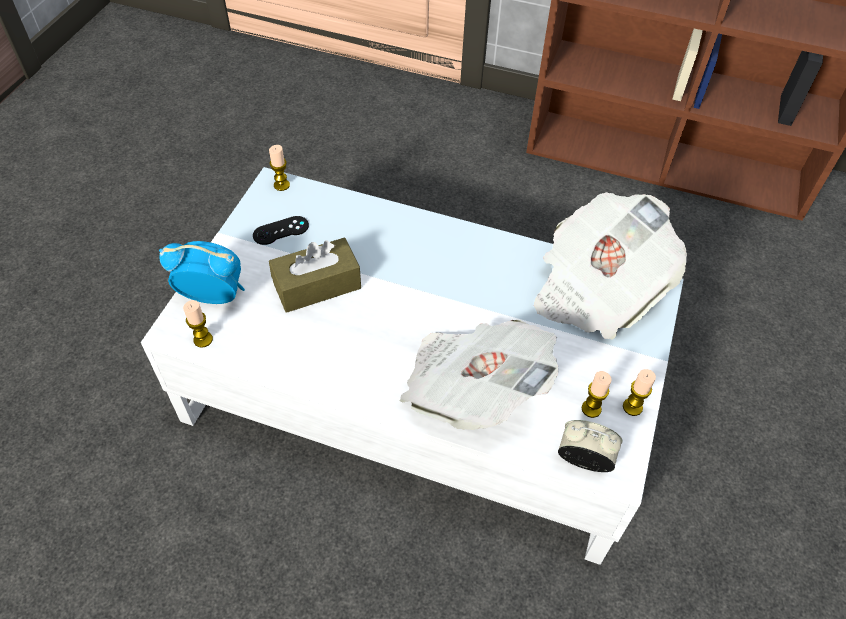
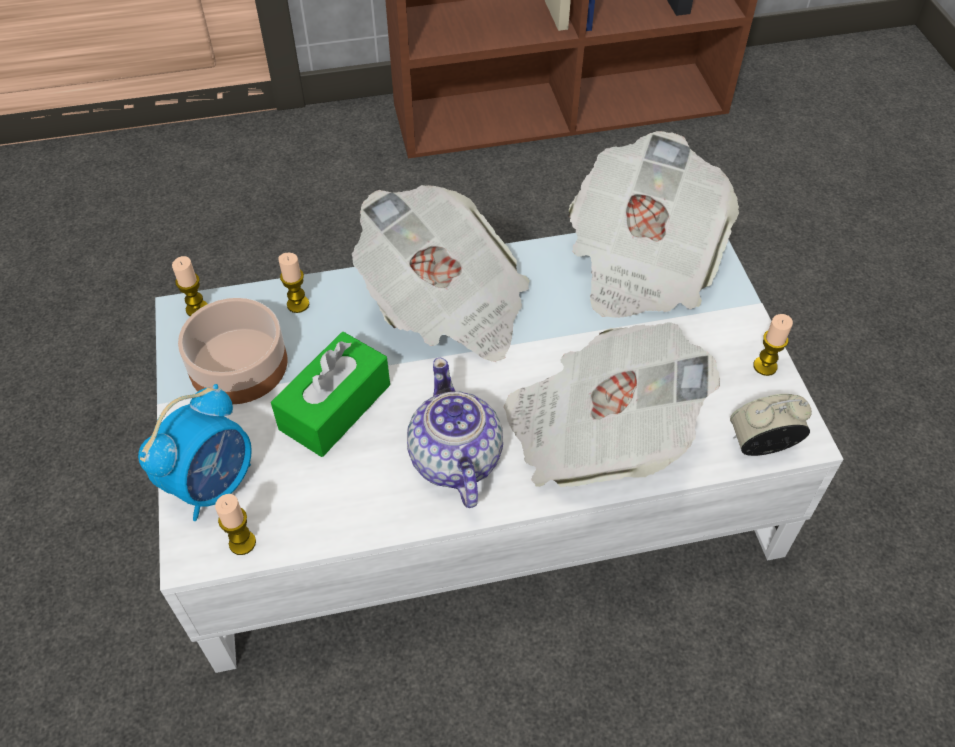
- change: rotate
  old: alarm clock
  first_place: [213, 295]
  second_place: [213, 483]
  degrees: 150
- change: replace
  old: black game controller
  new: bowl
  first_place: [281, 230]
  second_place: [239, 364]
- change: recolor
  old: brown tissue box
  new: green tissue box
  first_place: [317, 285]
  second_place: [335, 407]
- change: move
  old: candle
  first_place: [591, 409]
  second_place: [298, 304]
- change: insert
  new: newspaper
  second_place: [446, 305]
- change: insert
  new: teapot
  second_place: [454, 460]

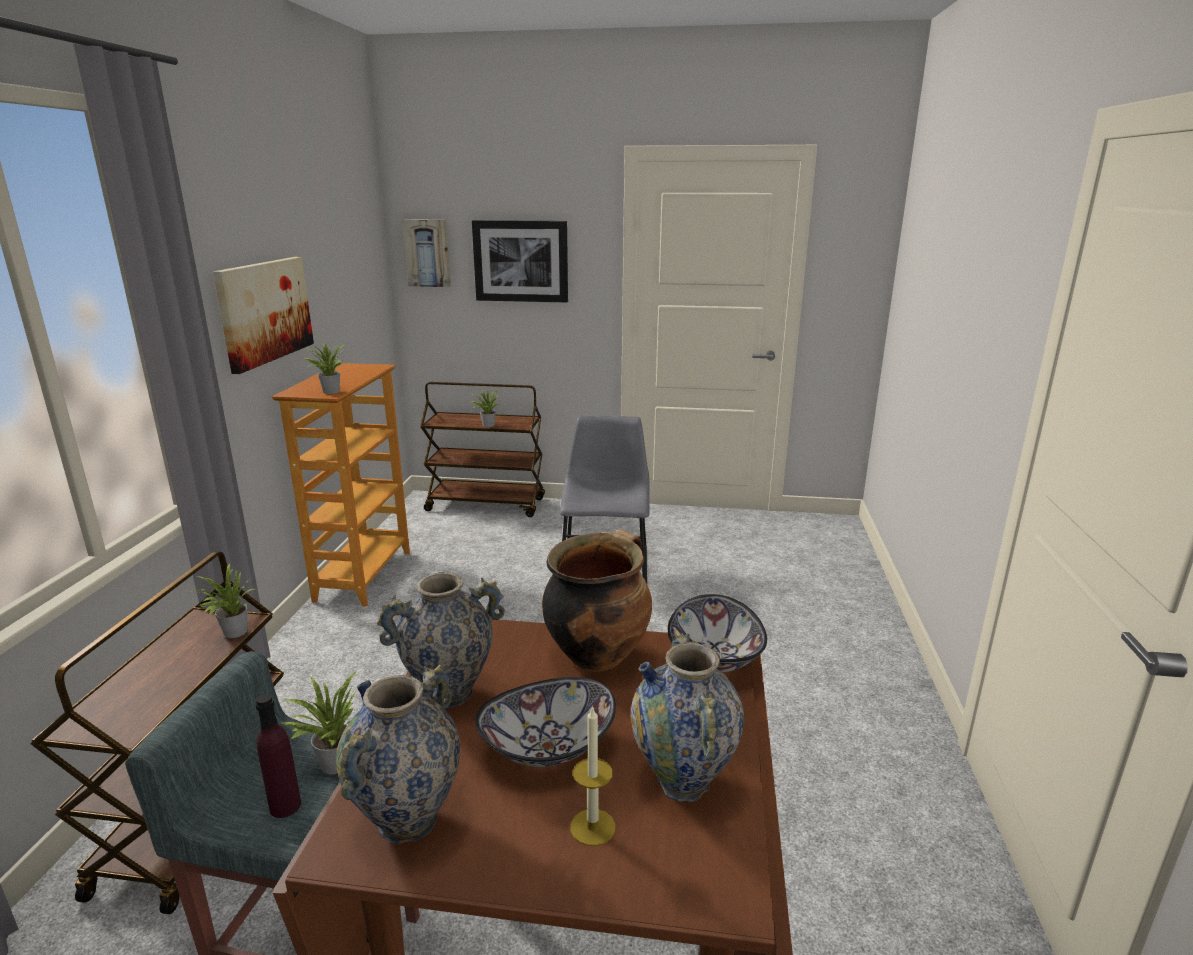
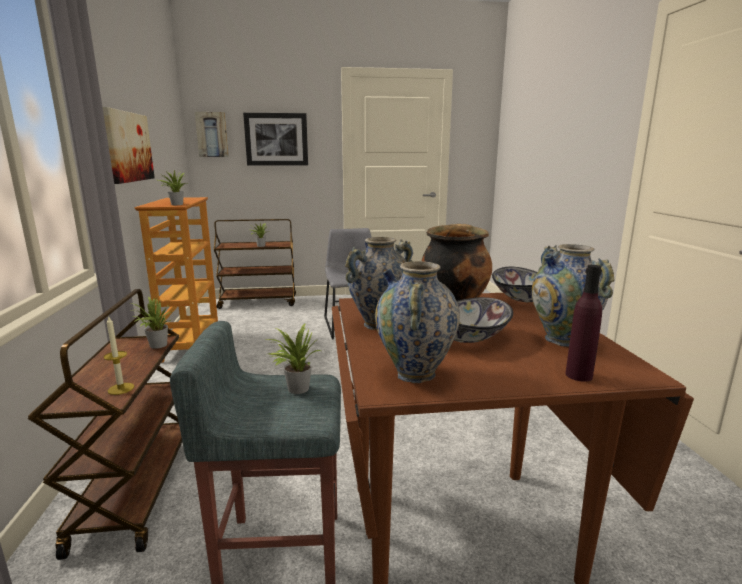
- change: move
  old: candle
  first_place: [592, 827]
  second_place: [121, 388]
- change: move
  old: purple bottle
  first_place: [285, 806]
  second_place: [579, 375]

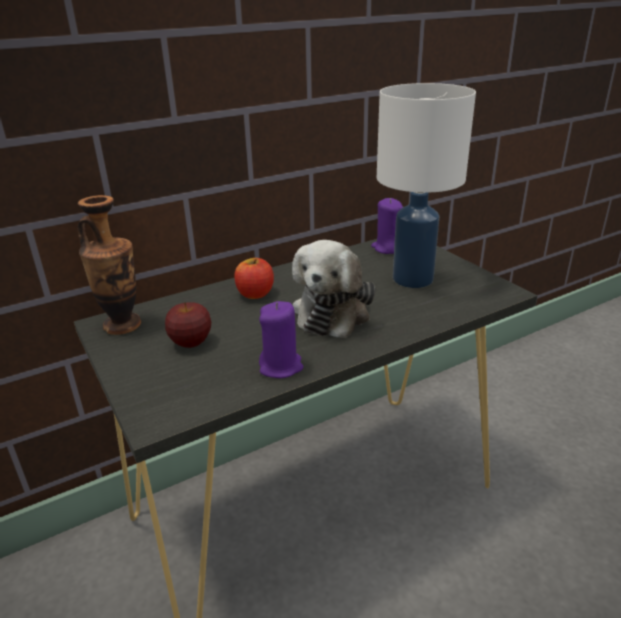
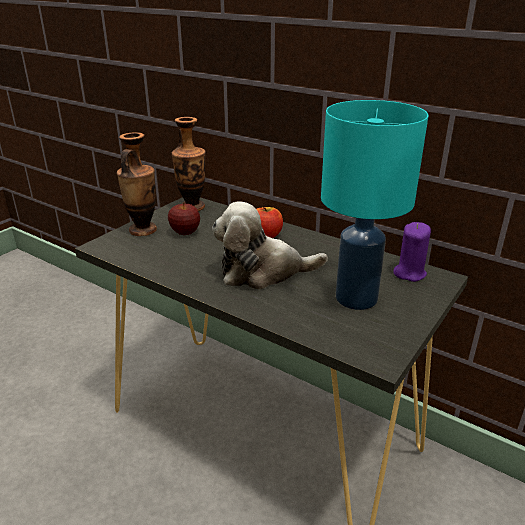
- change: insert
  new: vase
  second_place: [143, 230]
- change: recolor
  old: white table lamp
  new: turquoise table lamp
  first_place: [412, 278]
  second_place: [357, 297]
- change: delete
  old: purple candle
  first_place: [281, 366]

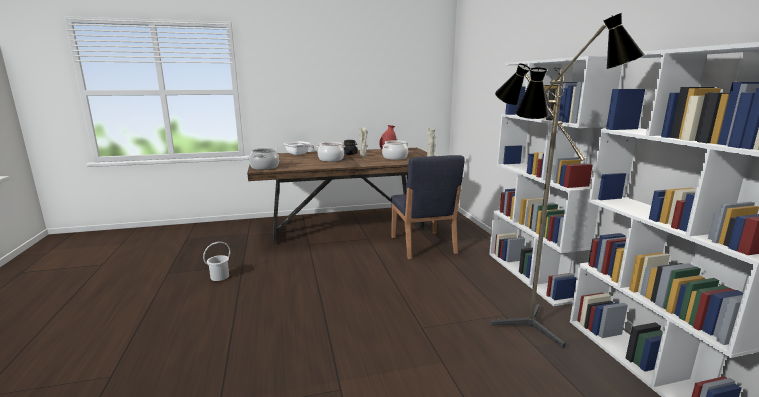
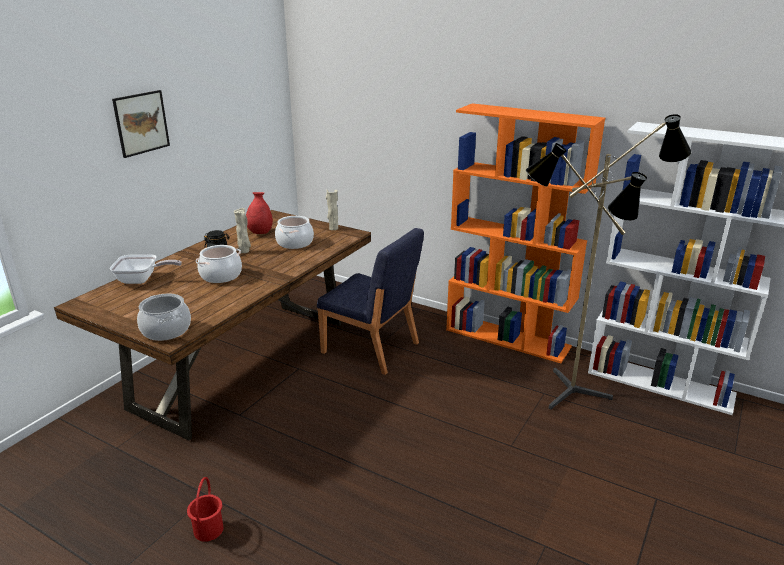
- change: insert
  new: picture
  second_place: [141, 123]
- change: recolor
  old: white bucket
  new: red bucket
  first_place: [220, 276]
  second_place: [209, 529]
- change: recolor
  old: white bookcase
  new: orange bookcase
  first_place: [531, 275]
  second_place: [508, 338]

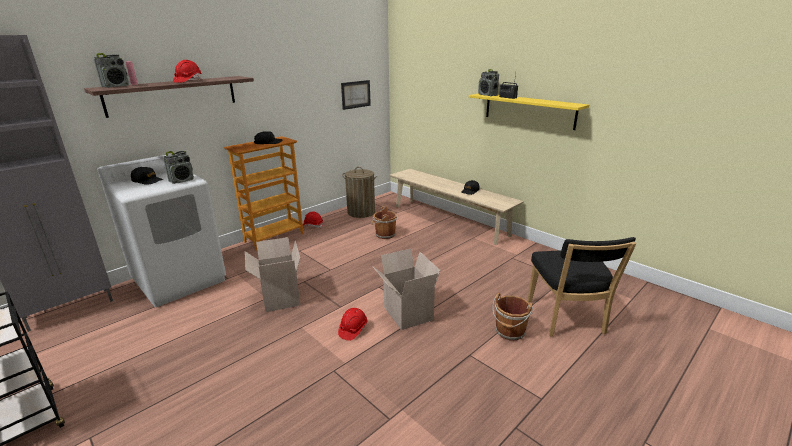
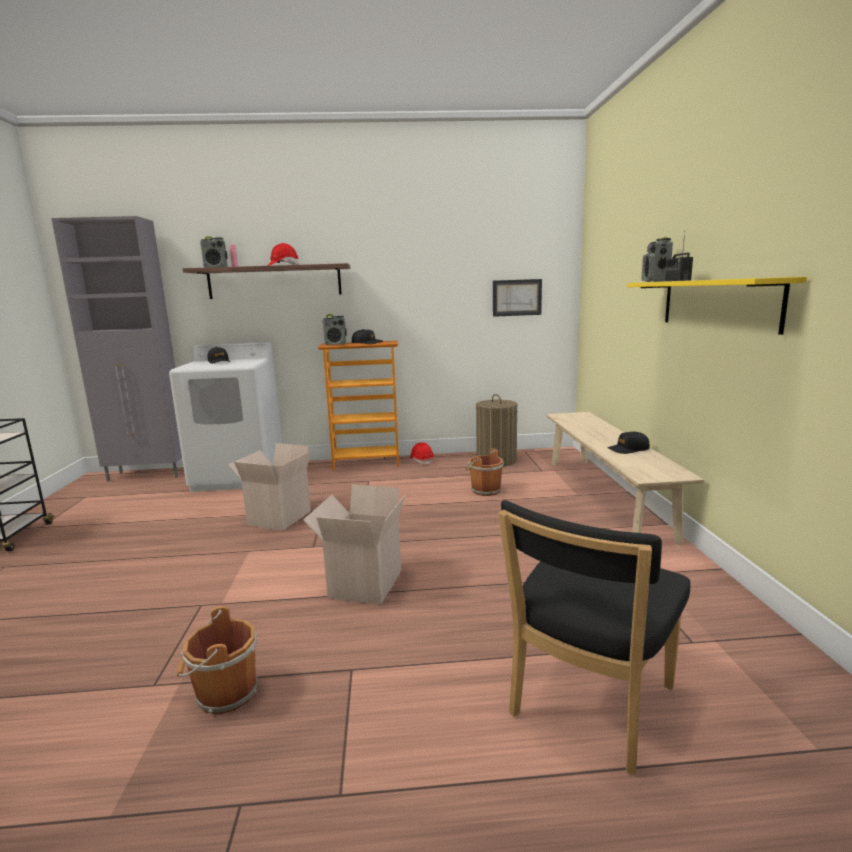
- change: move
  old: brown bucket
  first_place: [509, 332]
  second_place: [224, 694]
- change: move
  old: radio
  first_place: [182, 180]
  second_place: [335, 344]
- change: delete
  old: red hard hat
  first_place: [353, 329]

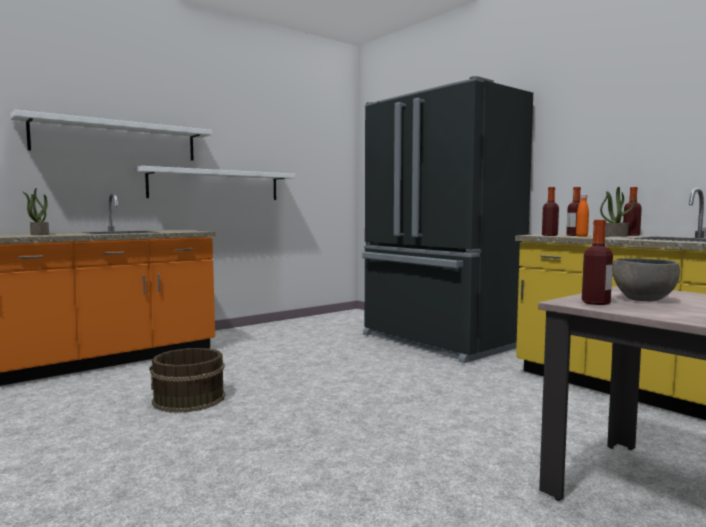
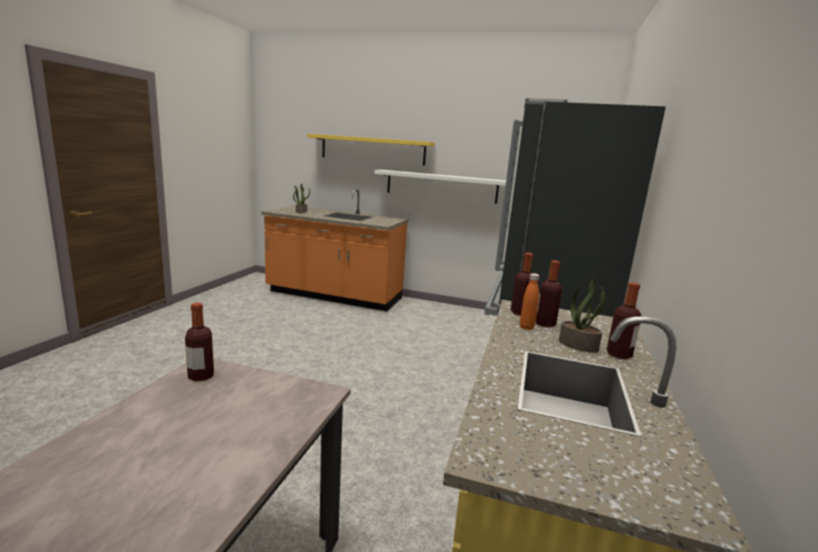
- change: recolor
  old: white shelf
  new: yellow shelf
  first_place: [117, 140]
  second_place: [372, 149]
- change: delete
  old: brown bucket
  first_place: [189, 399]
- change: delete
  old: grey bowl
  first_place: [643, 299]

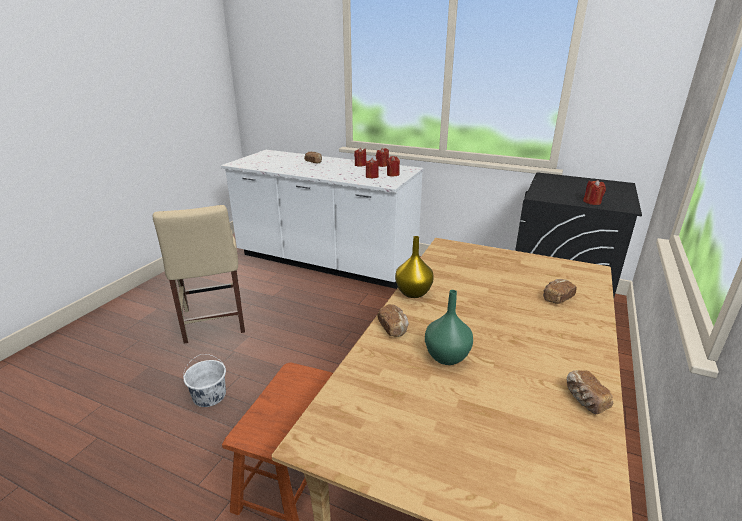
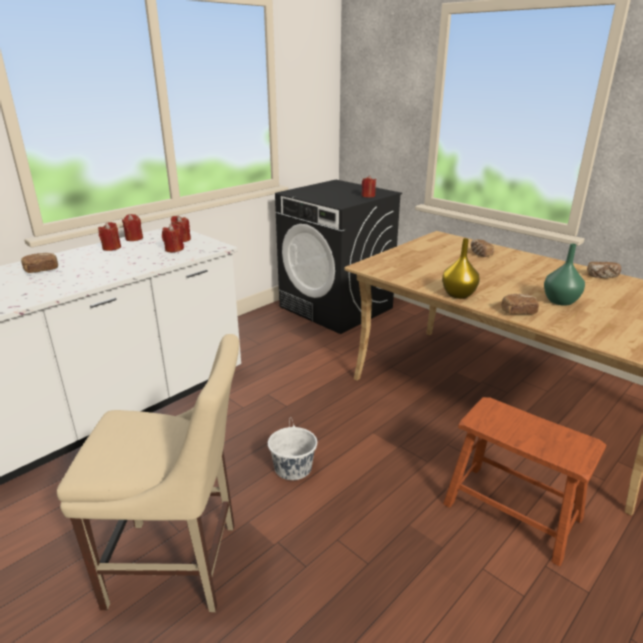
- change: move
  old: white bucket
  first_place: [209, 396]
  second_place: [293, 468]

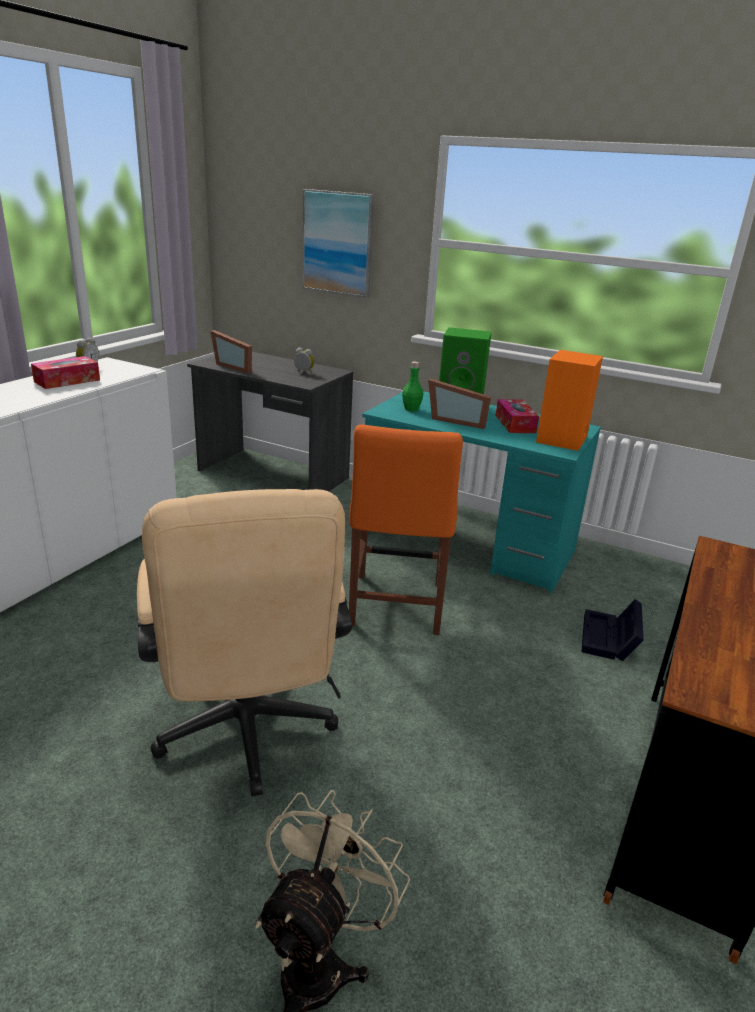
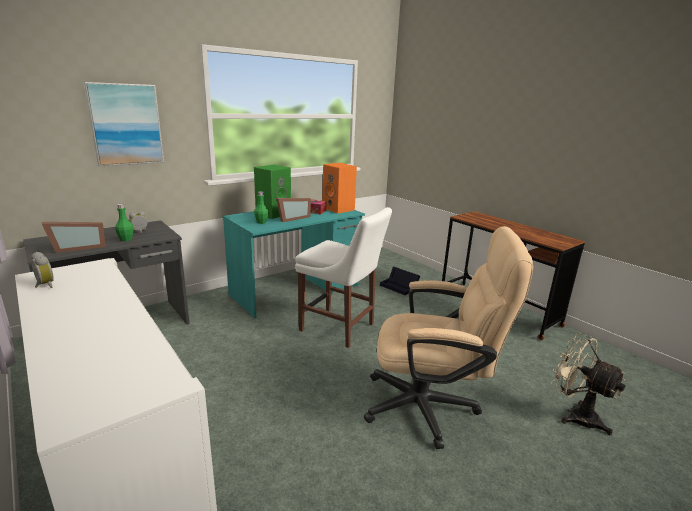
- change: insert
  new: green bottle
  second_place: [126, 239]
- change: recolor
  old: orange chair
  new: white chair
  first_place: [395, 607]
  second_place: [340, 328]
- change: delete
  old: tissue box
  first_place: [67, 381]

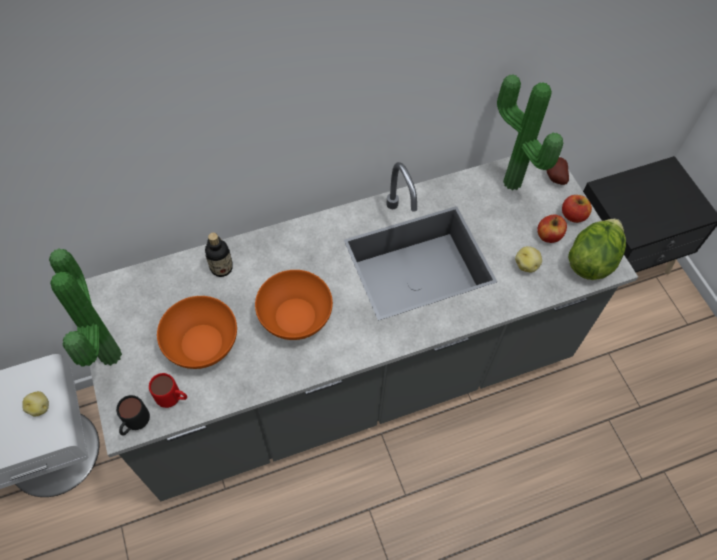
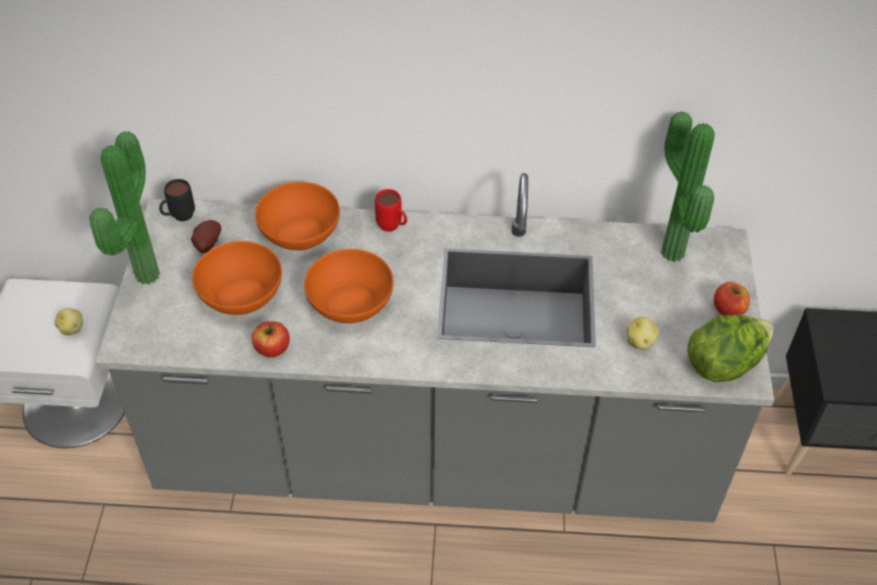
- change: move
  old: black mug
  first_place: [136, 425]
  second_place: [179, 217]
- change: move
  old: potato
  first_place: [554, 177]
  second_place: [206, 245]
- change: move
  old: apple
  first_place: [549, 235]
  second_place: [272, 349]
- change: replace
  old: bottle
  new: orange bowl
  first_place: [221, 268]
  second_place: [300, 233]
- change: move
  old: red mug
  first_place: [174, 400]
  second_place: [393, 228]

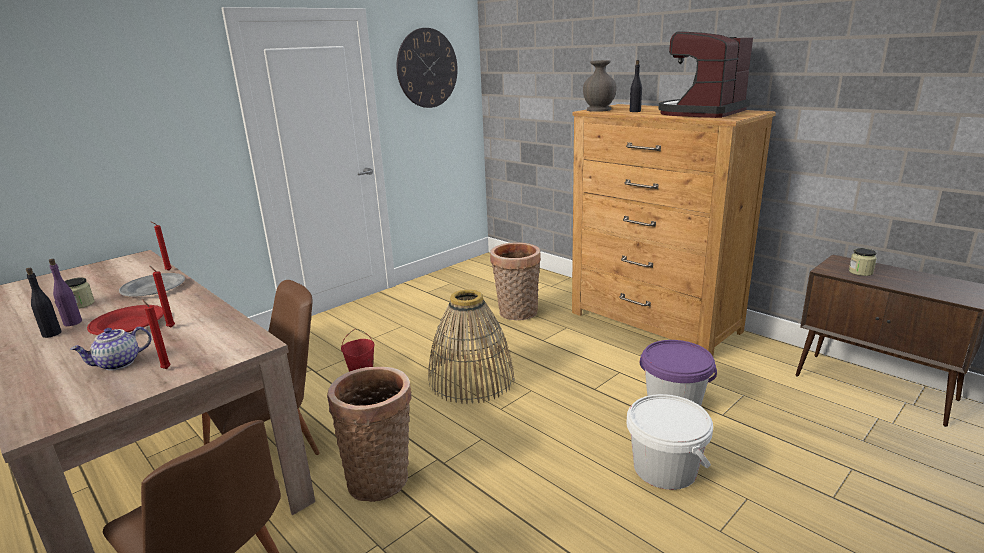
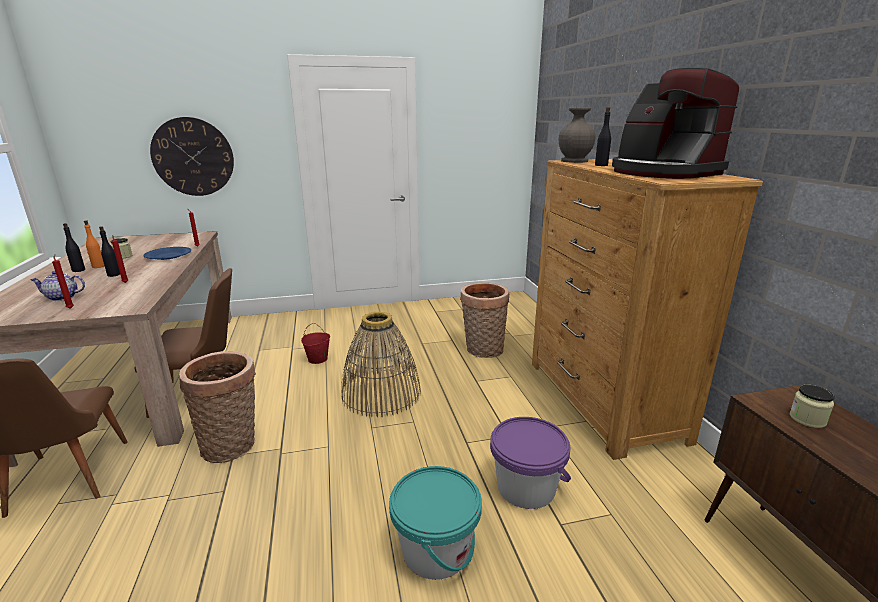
- change: recolor
  old: purple bottle
  new: orange bottle
  first_place: [72, 323]
  second_place: [98, 266]
- change: replace
  old: red plate
  new: black bottle
  first_place: [127, 324]
  second_place: [114, 274]
- change: recolor
  old: grey plate
  new: blue plate
  first_place: [153, 289]
  second_place: [168, 256]
- change: move
  old: wall clock
  first_place: [427, 68]
  second_place: [193, 157]
- change: recolor
  old: white bucket
  new: turquoise bucket
  first_place: [665, 468]
  second_place: [436, 549]
- change: rotate
  old: coffee machine
  first_place: [701, 113]
  second_place: [662, 173]
  degrees: -105

